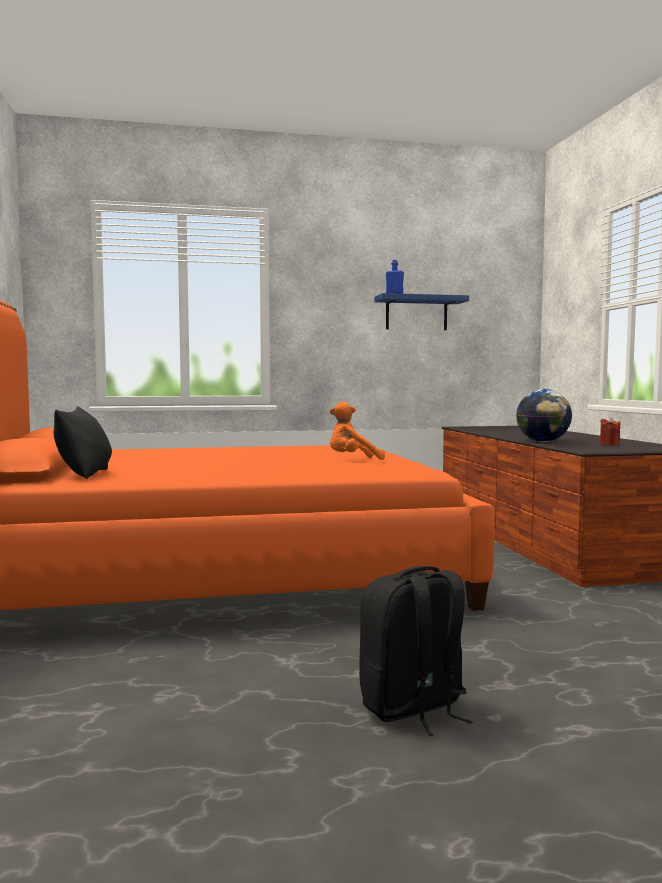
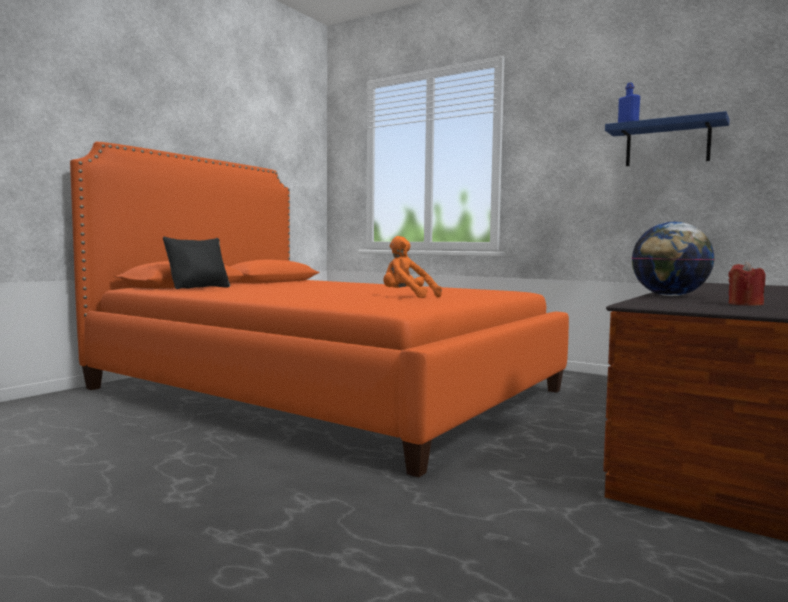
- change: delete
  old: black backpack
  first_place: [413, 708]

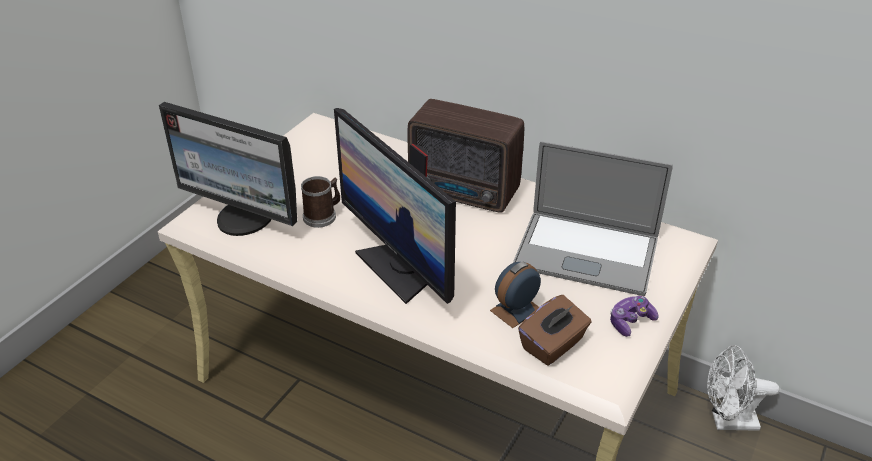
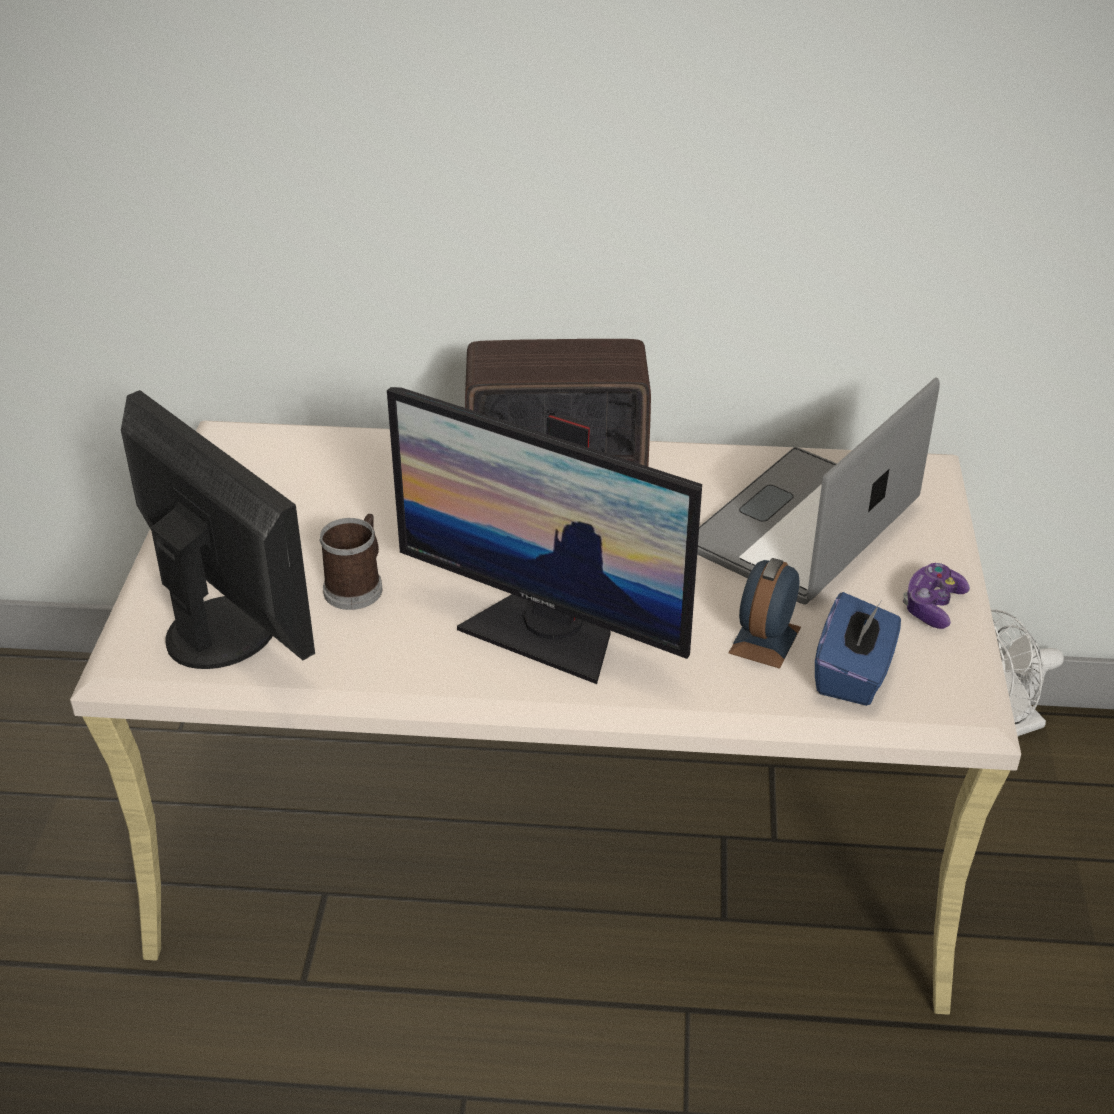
- change: rotate
  old: monitor
  first_place: [245, 218]
  second_place: [224, 630]
  degrees: -135
- change: rotate
  old: laptop
  first_place: [586, 253]
  second_place: [802, 526]
  degrees: 135
- change: recolor
  old: brown tissue box
  new: blue tissue box
  first_place: [553, 345]
  second_place: [853, 674]

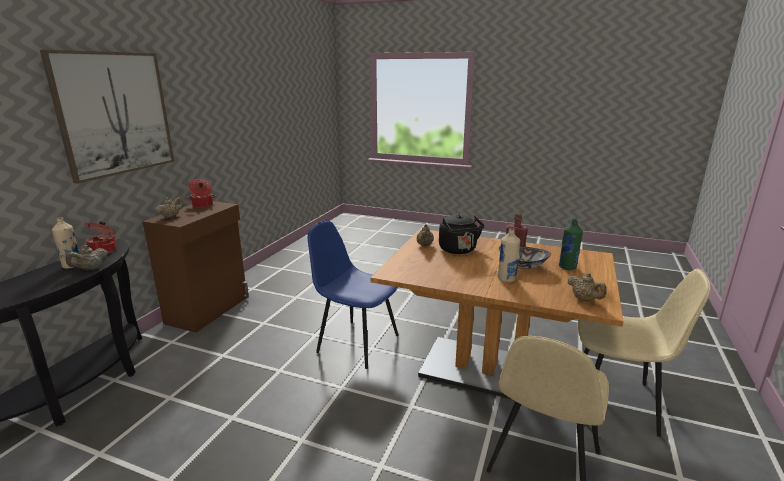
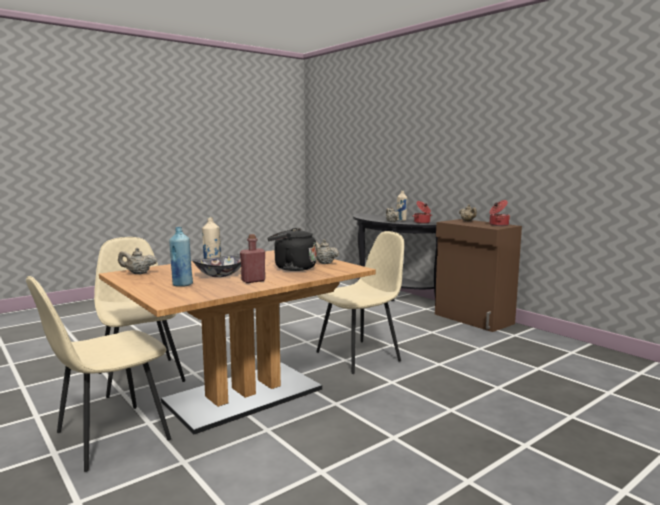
- change: recolor
  old: green bottle
  new: blue bottle
  first_place: [567, 267]
  second_place: [182, 284]
- change: recolor
  old: blue chair
  new: beige chair
  first_place: [356, 343]
  second_place: [360, 356]
- change: delete
  old: picture
  first_place: [115, 114]

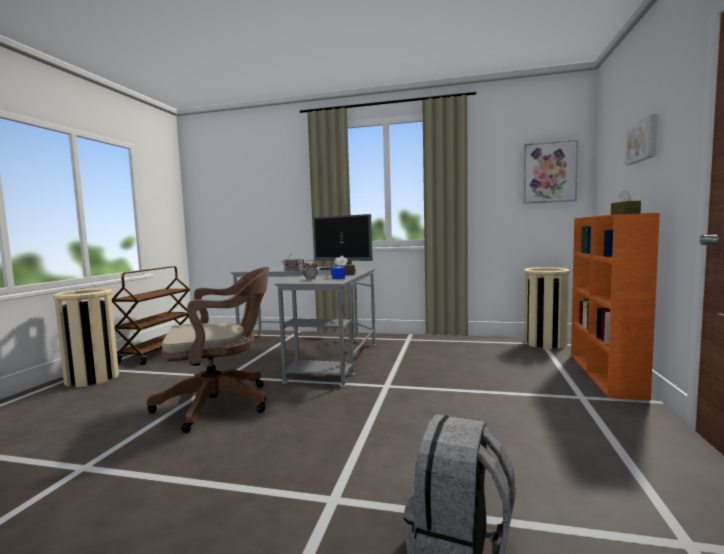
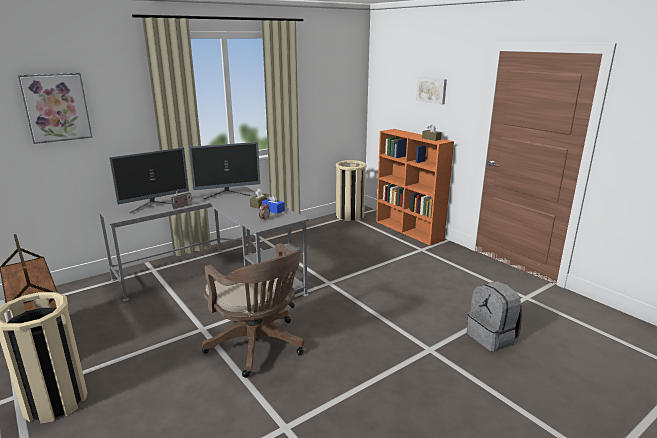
- change: move
  old: picture
  first_place: [549, 172]
  second_place: [56, 107]
- change: insert
  new: monitor
  second_place: [155, 205]
- change: rotate
  old: brown office chair
  first_place: [221, 404]
  second_place: [258, 347]
  degrees: 120

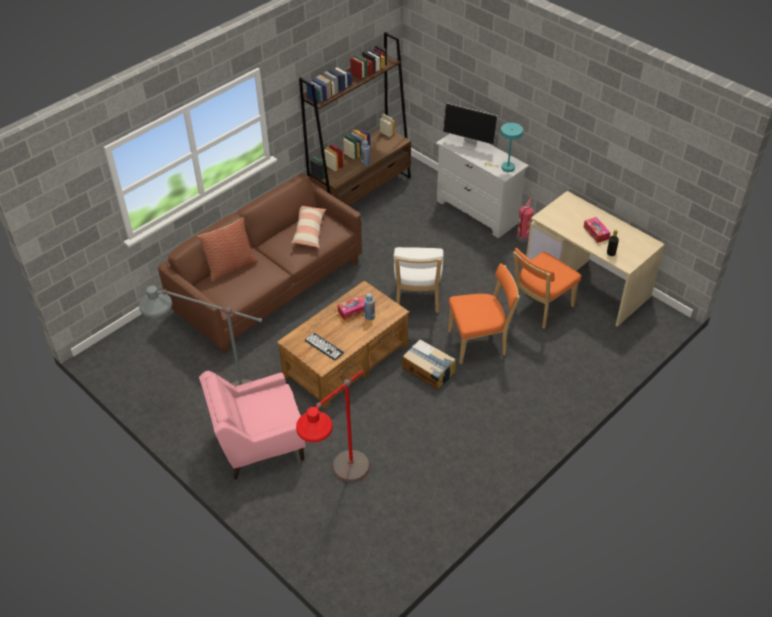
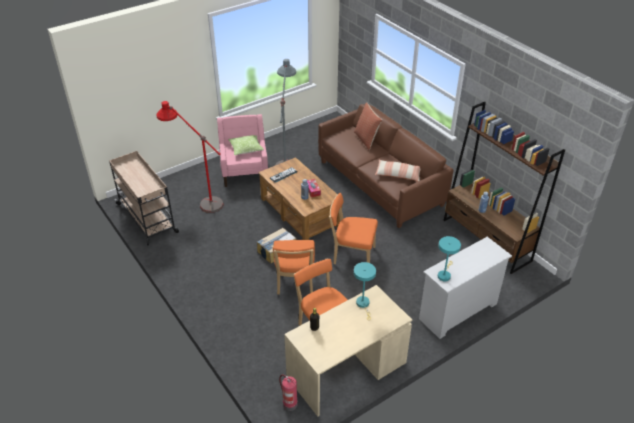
- change: insert
  new: beige cart
  second_place: [147, 219]
- change: insert
  new: pillow
  second_place: [246, 149]
- change: move
  old: fire extinguisher
  first_place: [523, 238]
  second_place: [289, 404]
- change: recolor
  old: white chair
  new: orange chair
  first_place: [417, 298]
  second_place: [352, 255]
- change: insert
  new: turquoise table lamp
  second_place: [363, 304]
- change: delete
  old: monitor
  first_place: [469, 144]
- change: delete
  old: tissue box
  first_place: [596, 233]

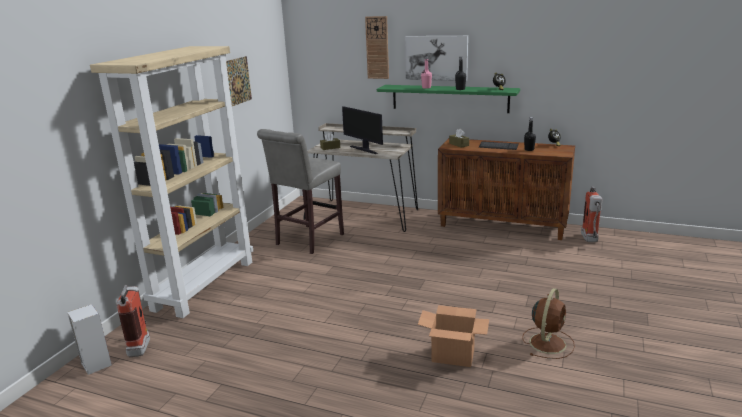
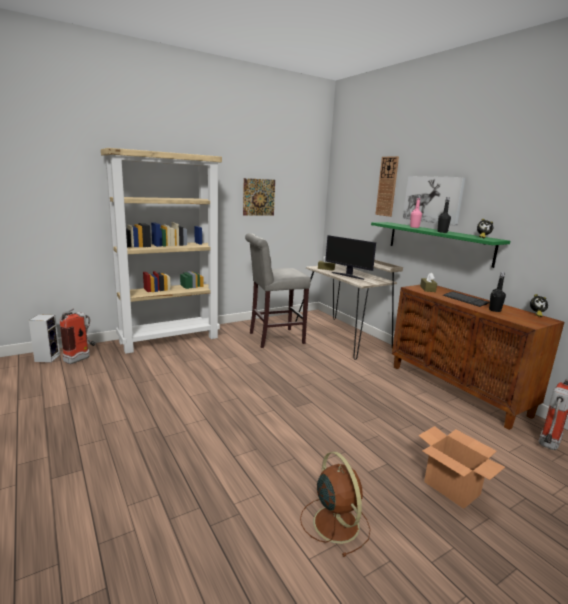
- change: rotate
  old: brown fan
  first_place: [548, 342]
  second_place: [335, 522]
  degrees: -90
- change: rotate
  old: monitor
  first_place: [364, 149]
  second_place: [348, 275]
  degrees: -45
- change: move
  old: cardboard box
  first_place: [453, 356]
  second_place: [452, 488]

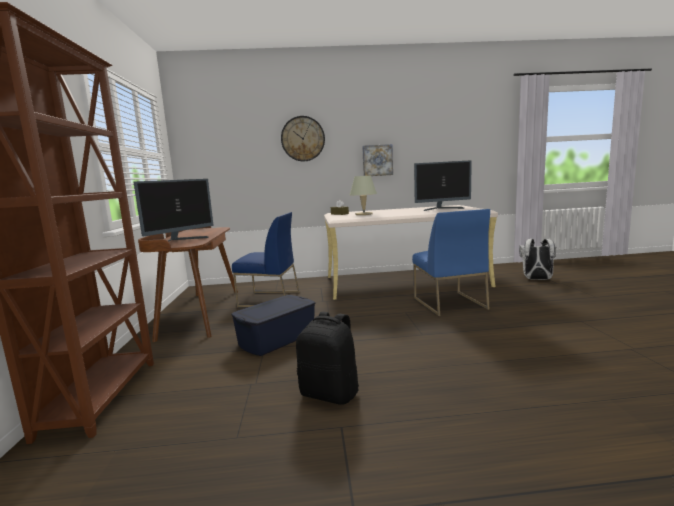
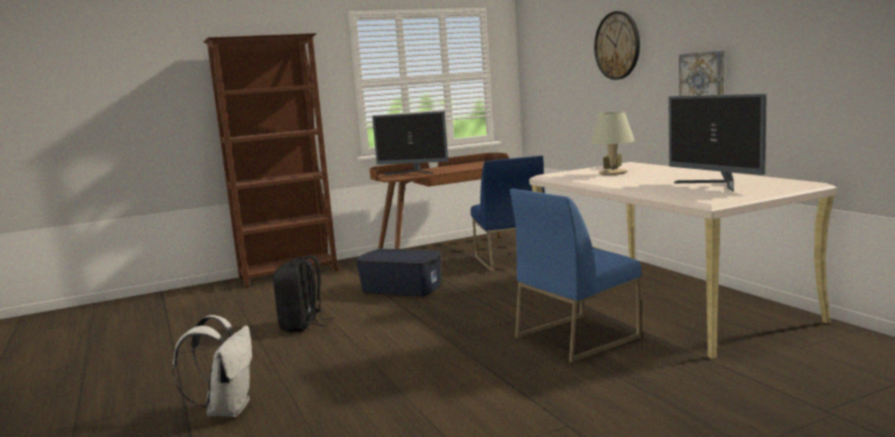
- change: move
  old: white backpack
  first_place: [536, 279]
  second_place: [227, 410]

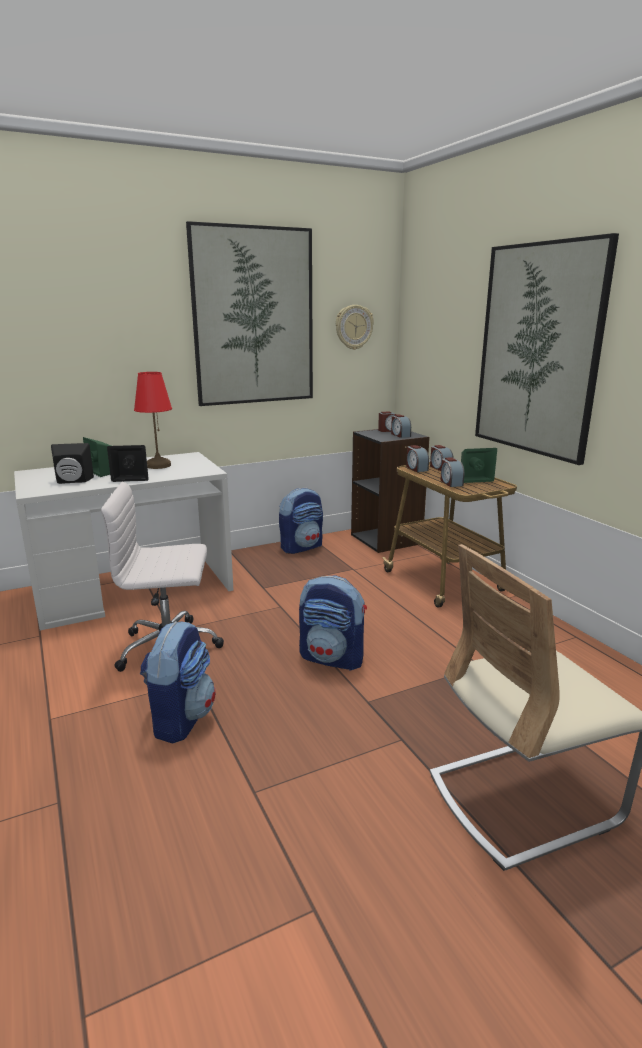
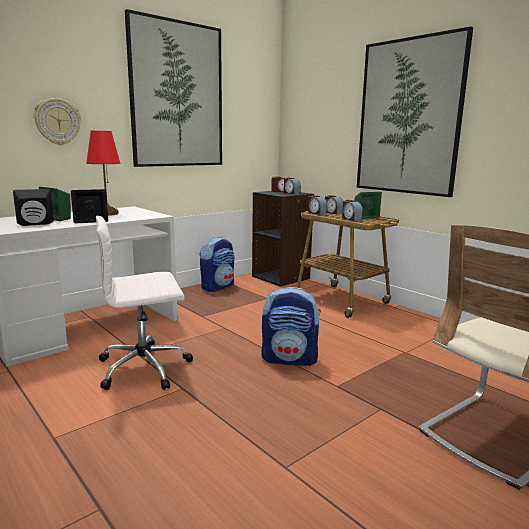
- change: move
  old: wall clock
  first_place: [353, 327]
  second_place: [57, 121]
- change: delete
  old: backpack
  first_place: [180, 718]

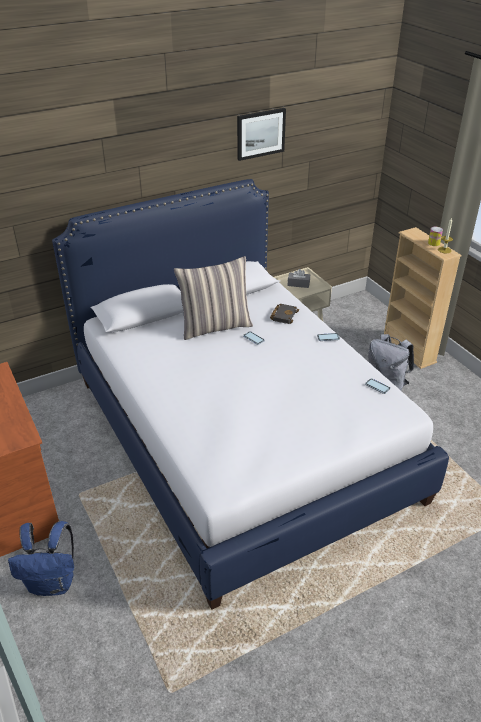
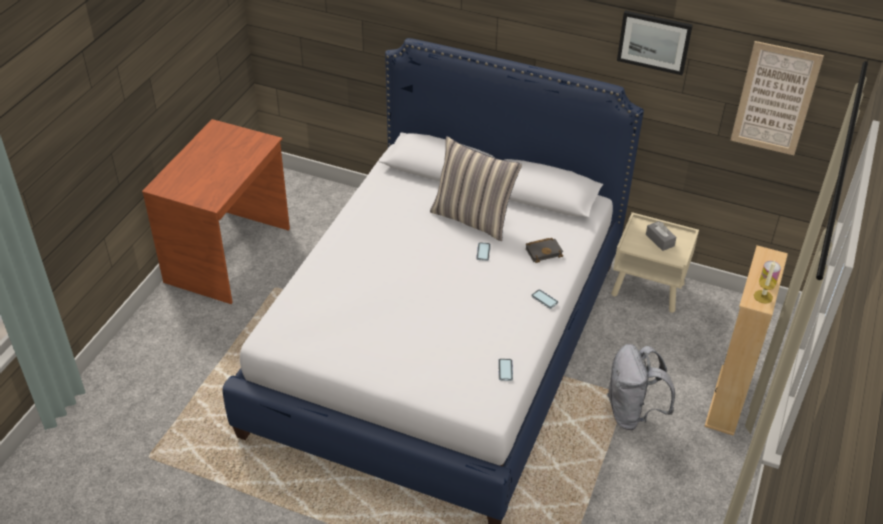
- change: insert
  new: picture
  second_place: [775, 99]
- change: delete
  old: blue backpack
  first_place: [53, 583]

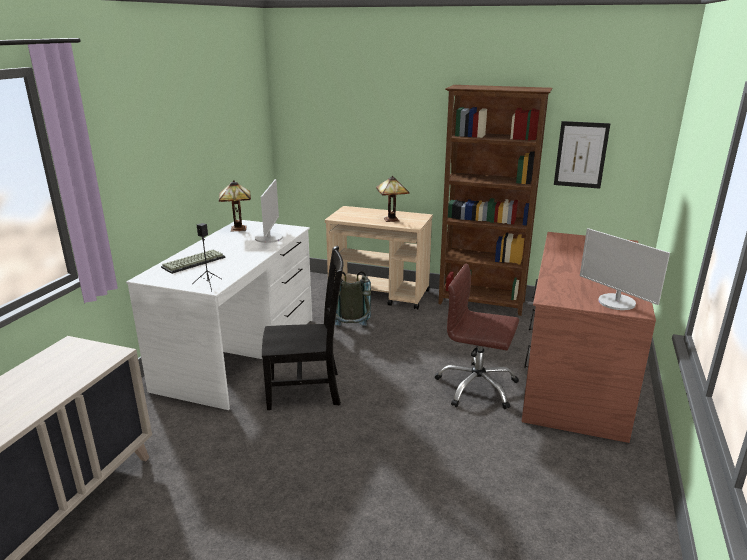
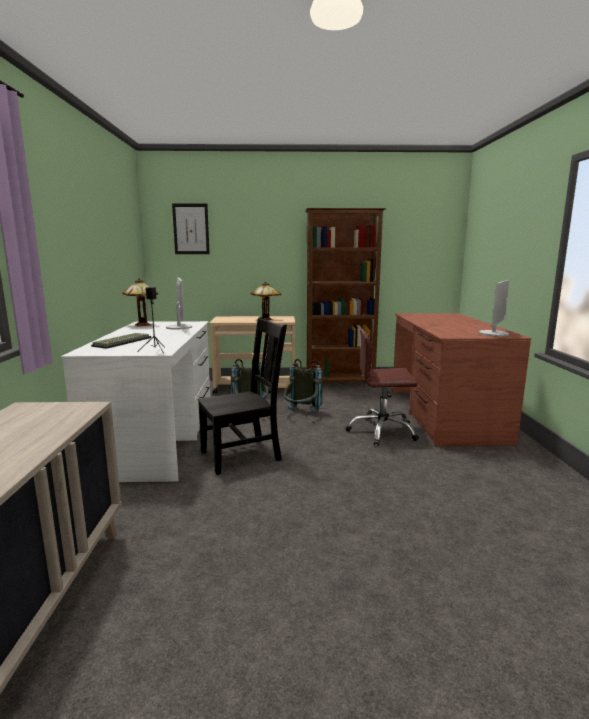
- change: move
  old: picture
  first_place: [581, 155]
  second_place: [191, 229]
- change: insert
  new: grey backpack
  second_place: [301, 414]
- change: rotate
  old: monitor
  first_place: [616, 302]
  second_place: [494, 333]
  degrees: -90

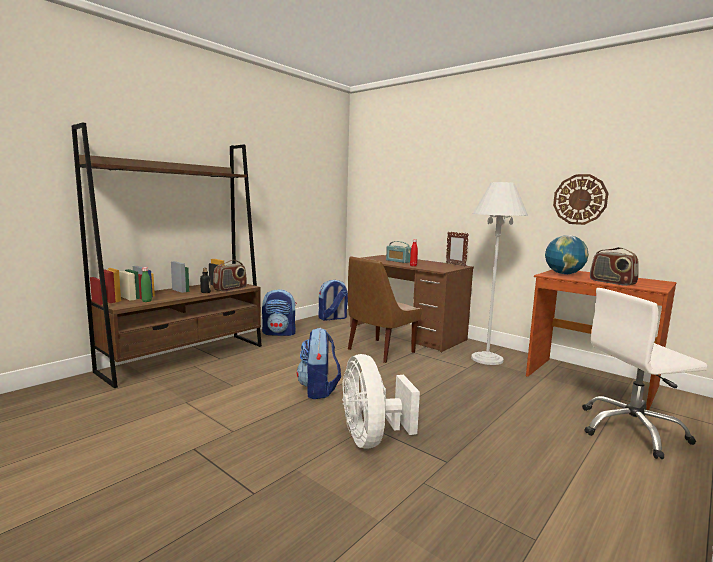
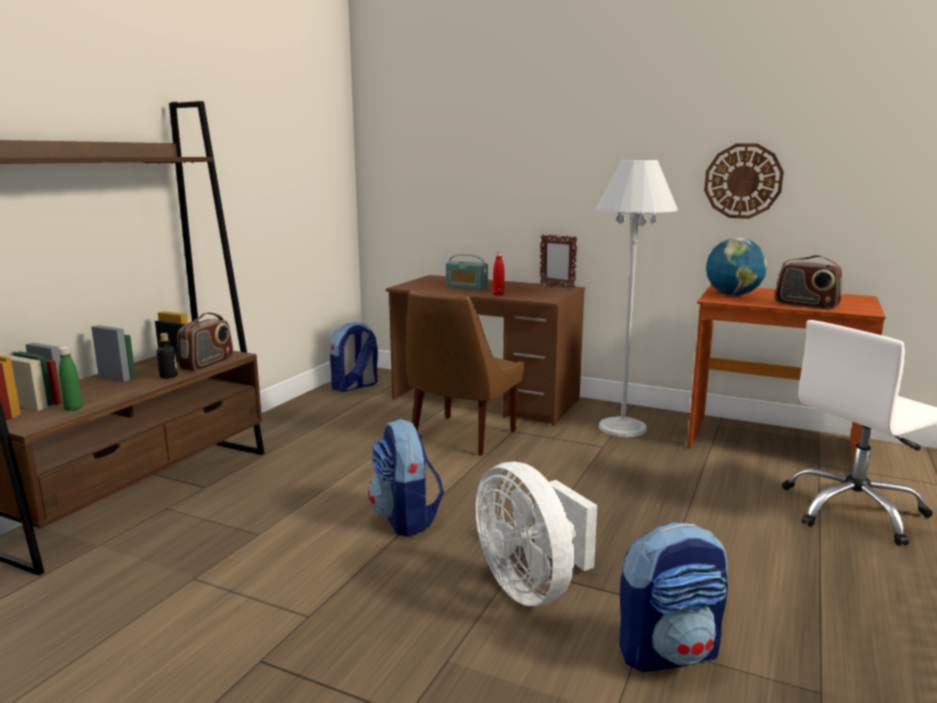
- change: move
  old: backpack
  first_place: [279, 333]
  second_place: [669, 652]

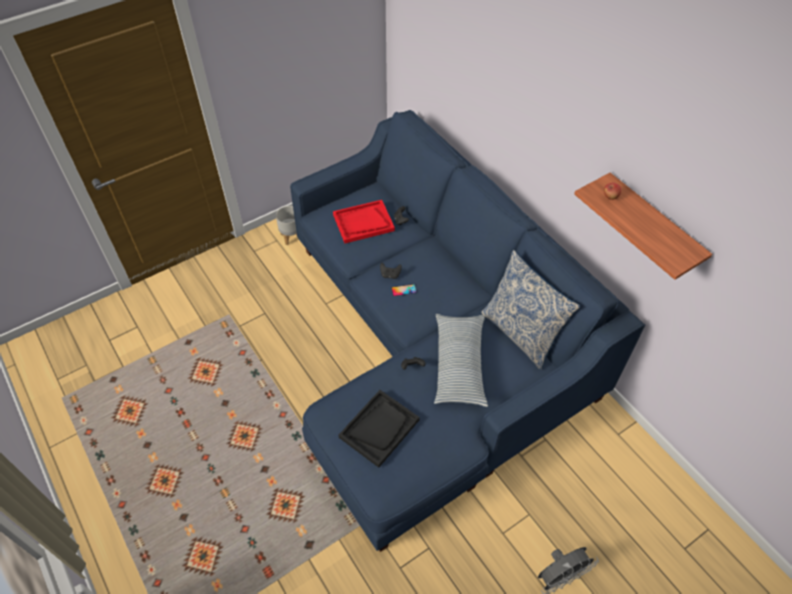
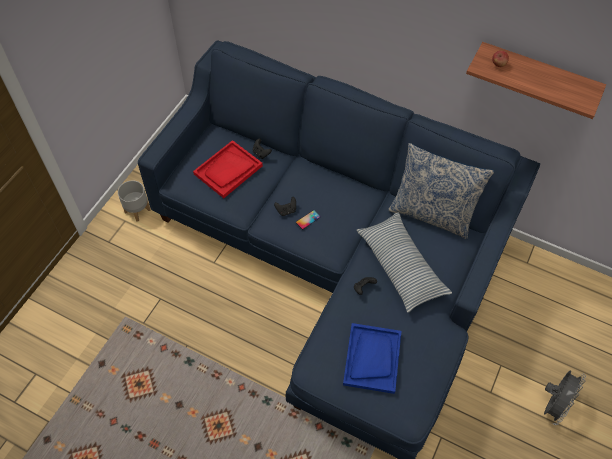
- change: recolor
  old: black tray
  new: blue tray
  first_place: [379, 428]
  second_place: [372, 358]

